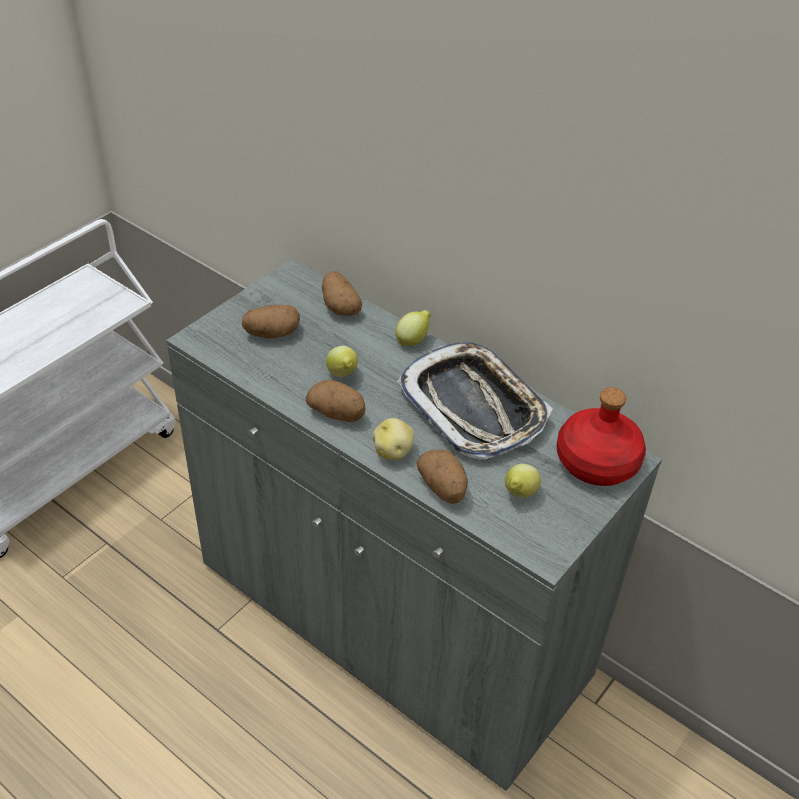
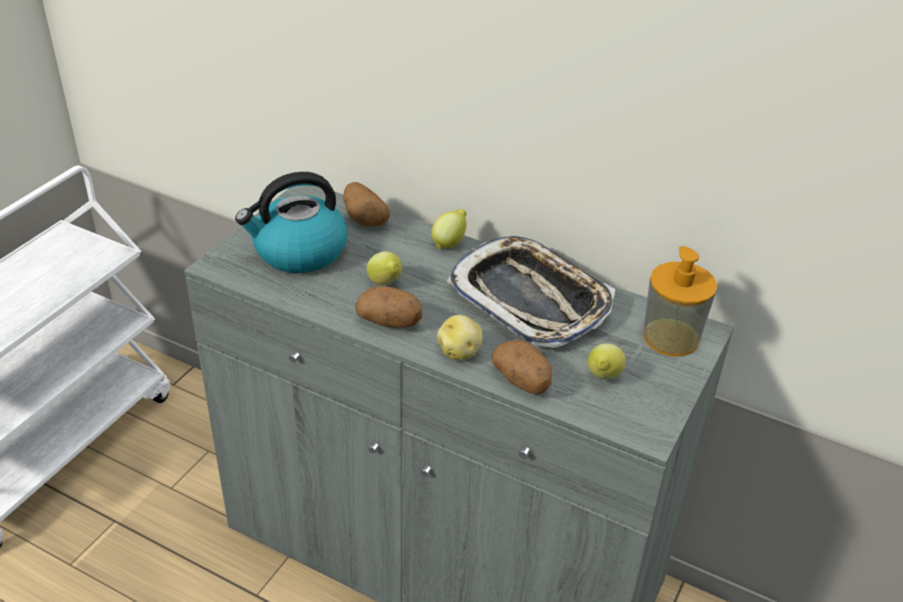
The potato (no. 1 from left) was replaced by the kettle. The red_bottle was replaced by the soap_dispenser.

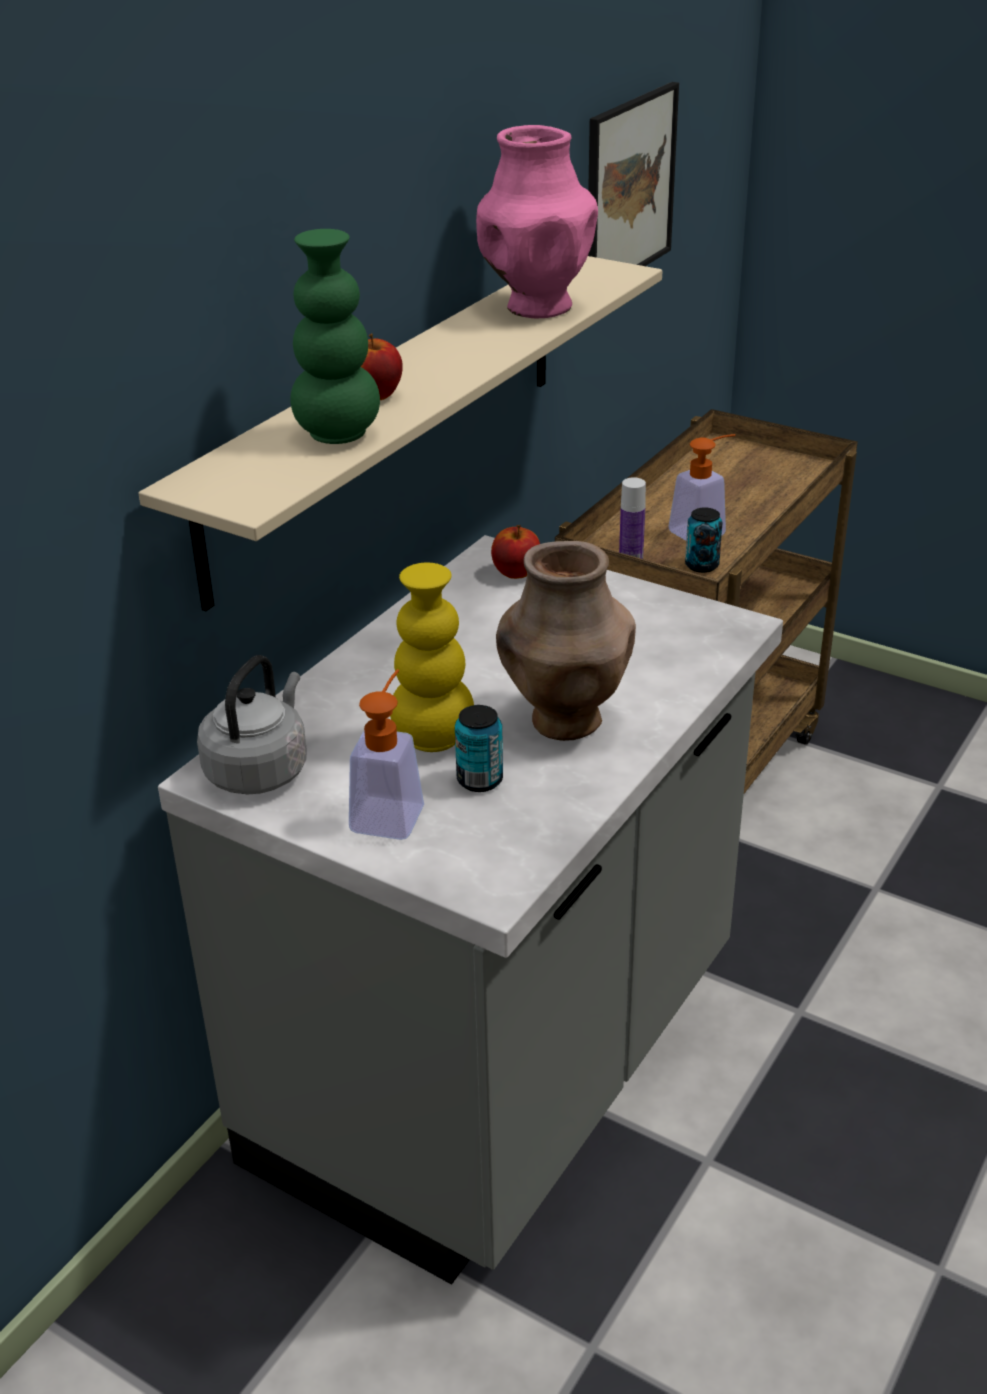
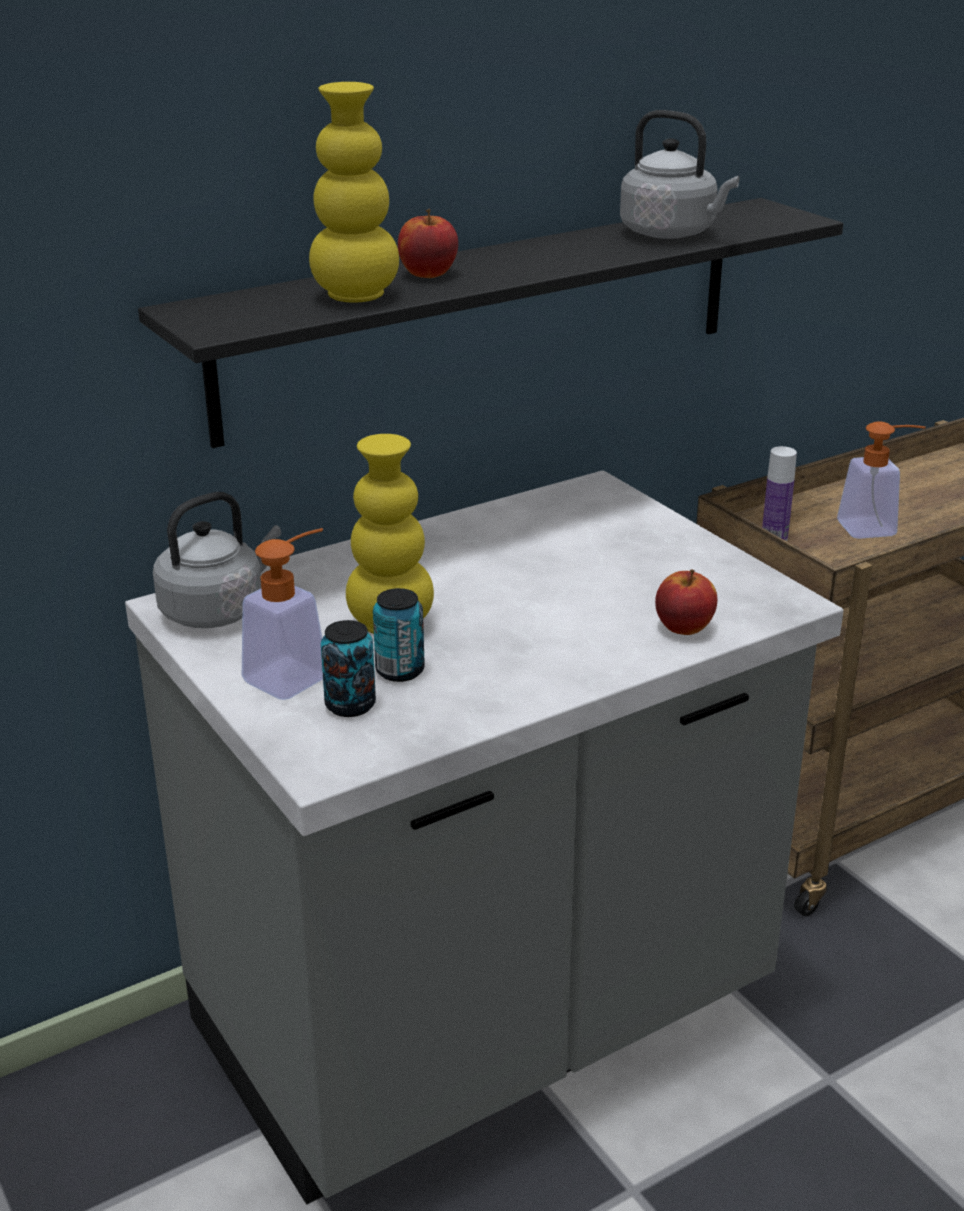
The beige_shelf became the black_shelf. The green_vase became the yellow_vase (no. 1 from left). The pink_vase was replaced by the grey_kettle (no. 2 from left). The apple (no. 2 from left) moved. The brown_vase disappeared. The picture disappeared. The can (no. 2 from left in the first image) moved.

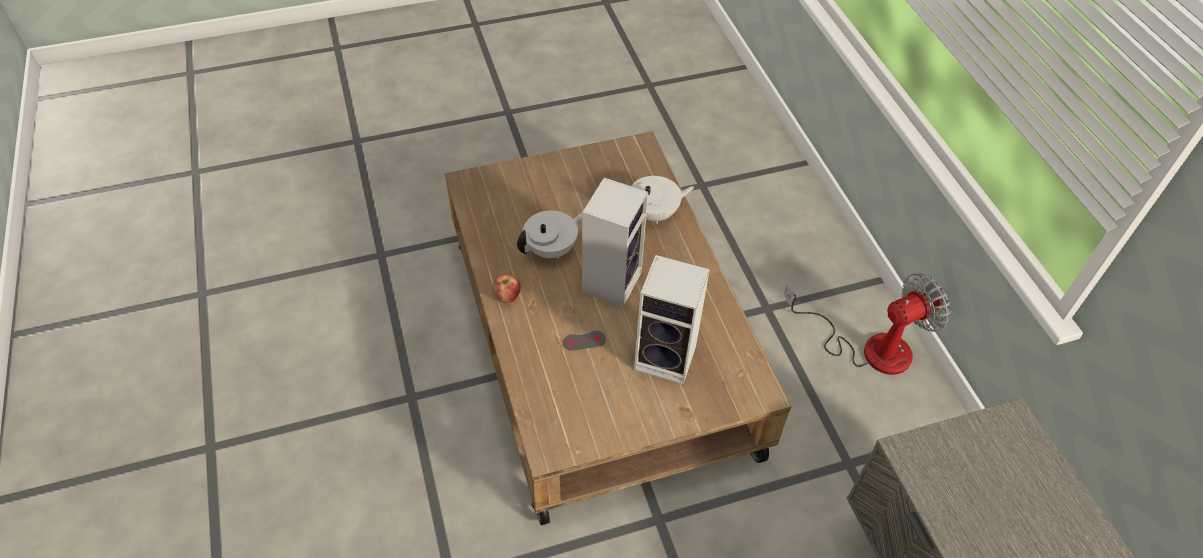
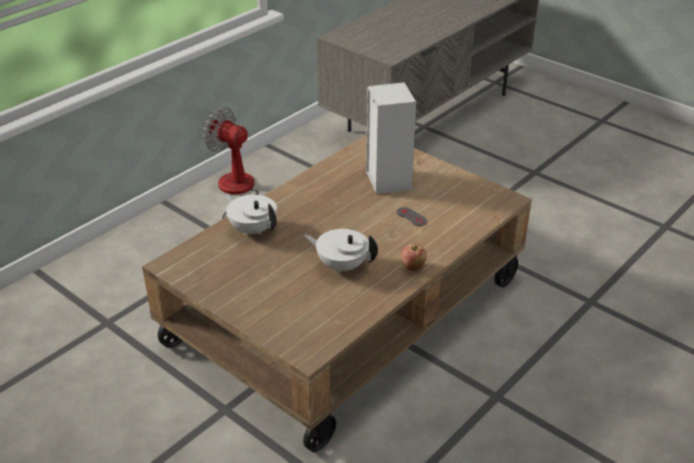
The speaker (no. 1 from left) disappeared.

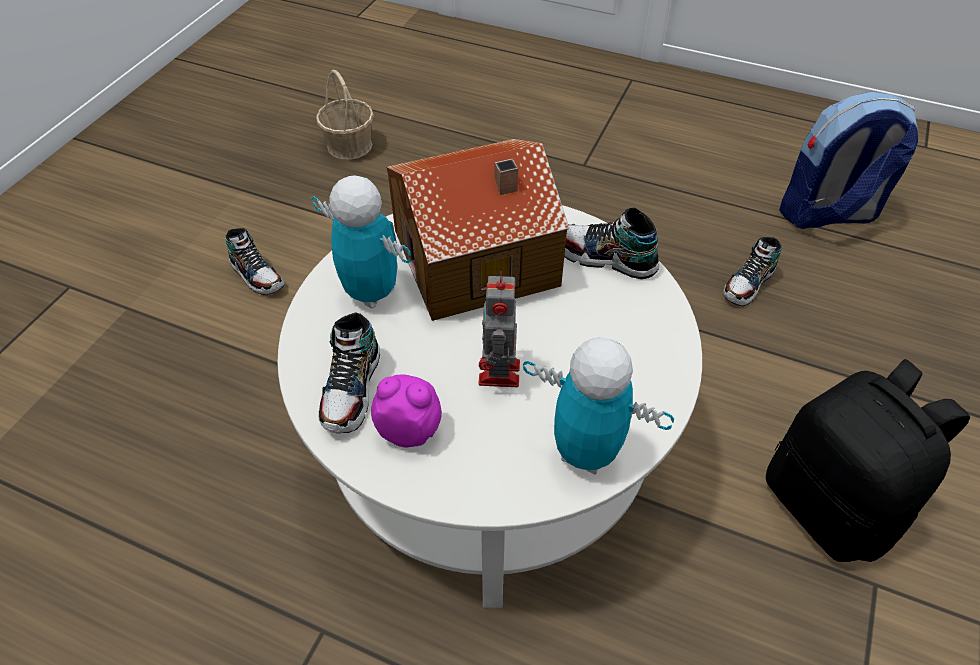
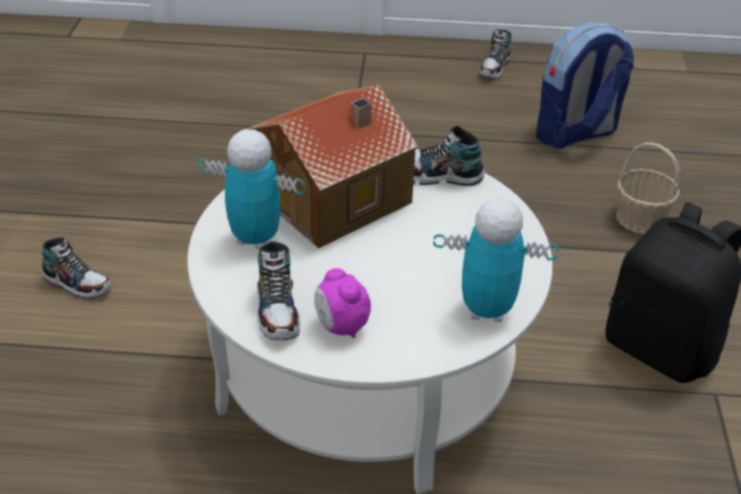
The basket moved. The alarm_clock turned 120 degrees counterclockwise. The toy_robot (no. 2 from left) disappeared. The shoe (no. 4 from left) moved.

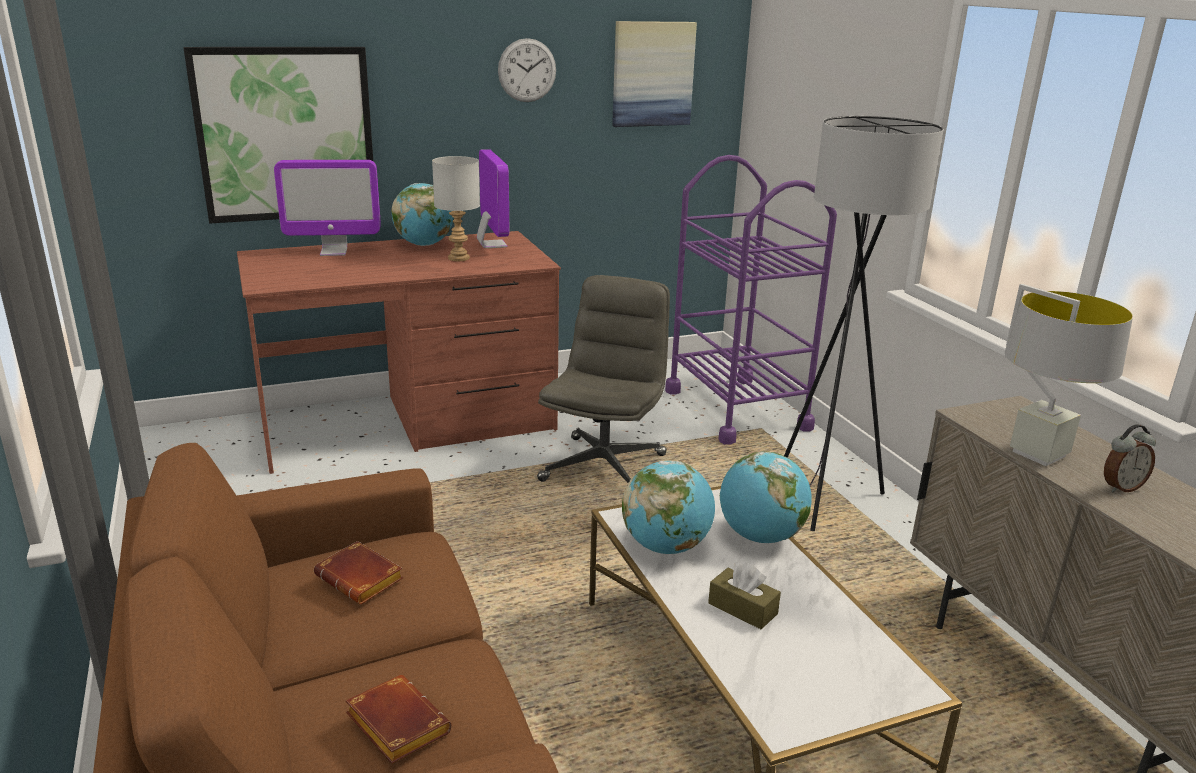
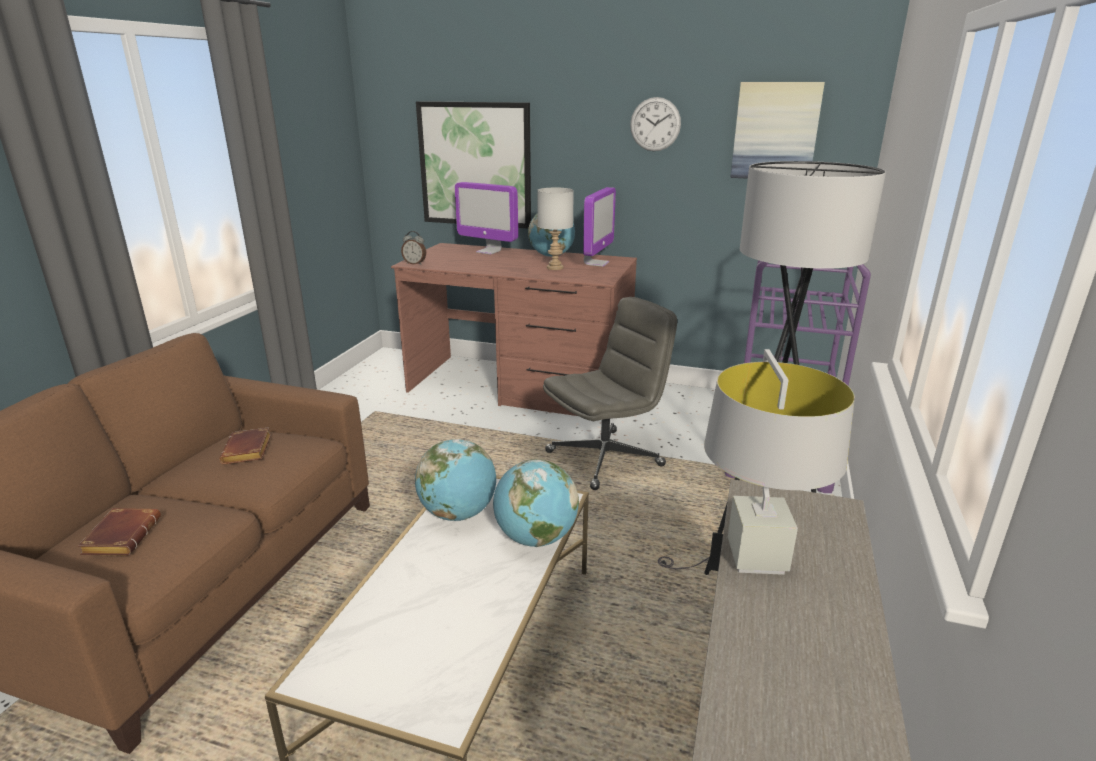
The brown_tissue_box disappeared. The alarm_clock moved.

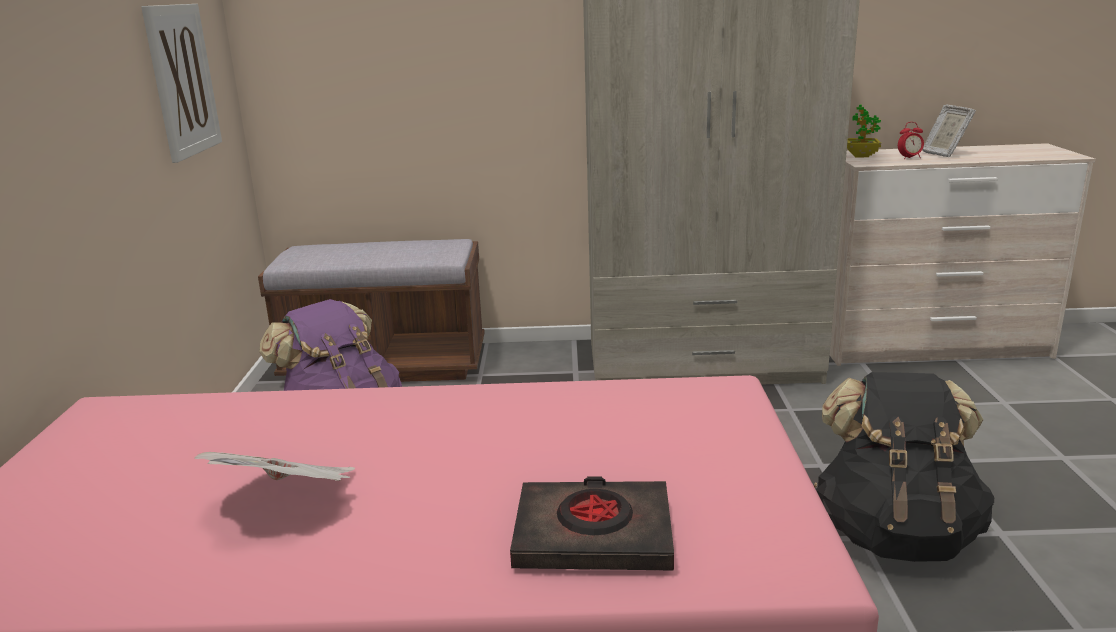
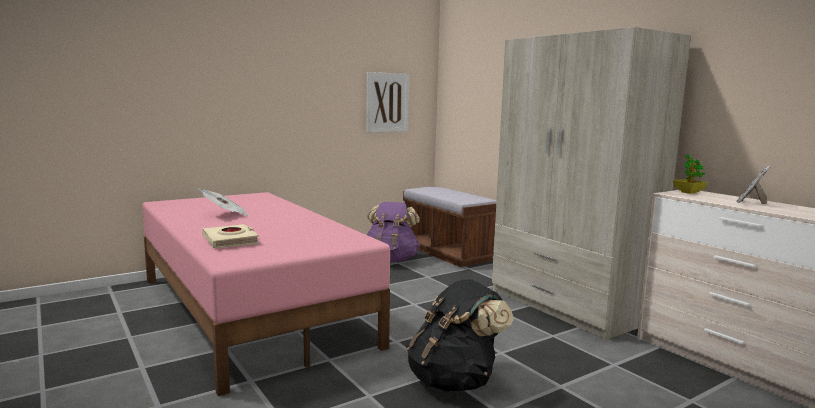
The black_book became the beige_book. The alarm_clock disappeared.

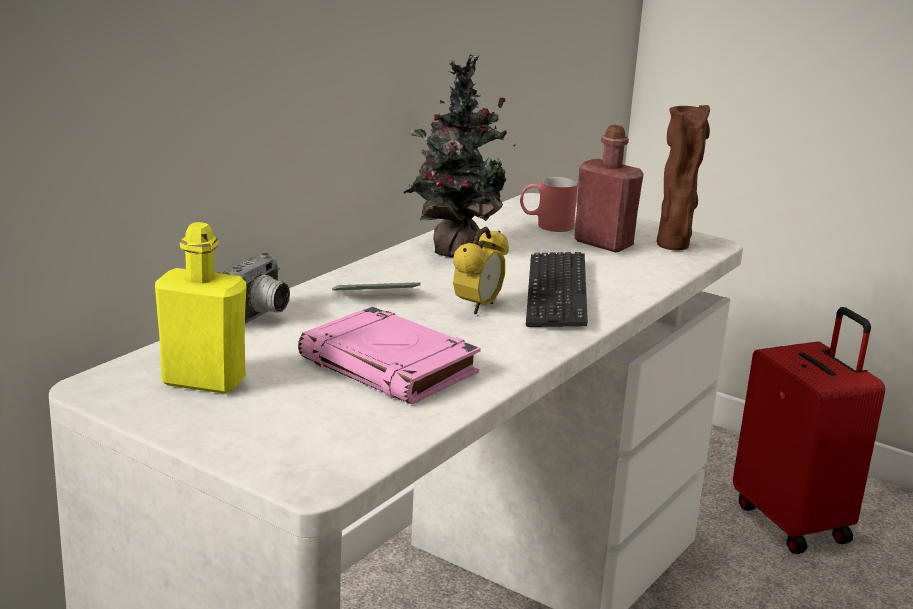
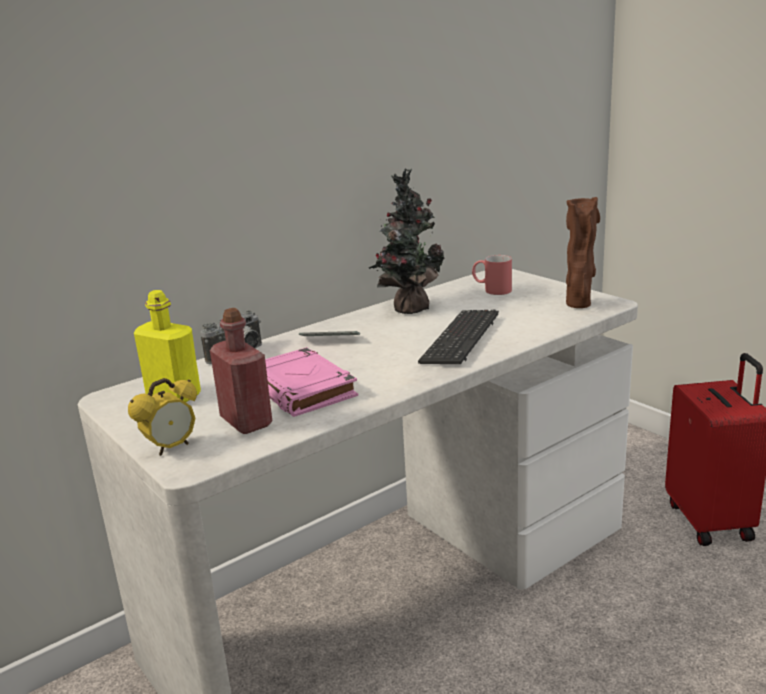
The alarm_clock moved. The red_bottle moved.

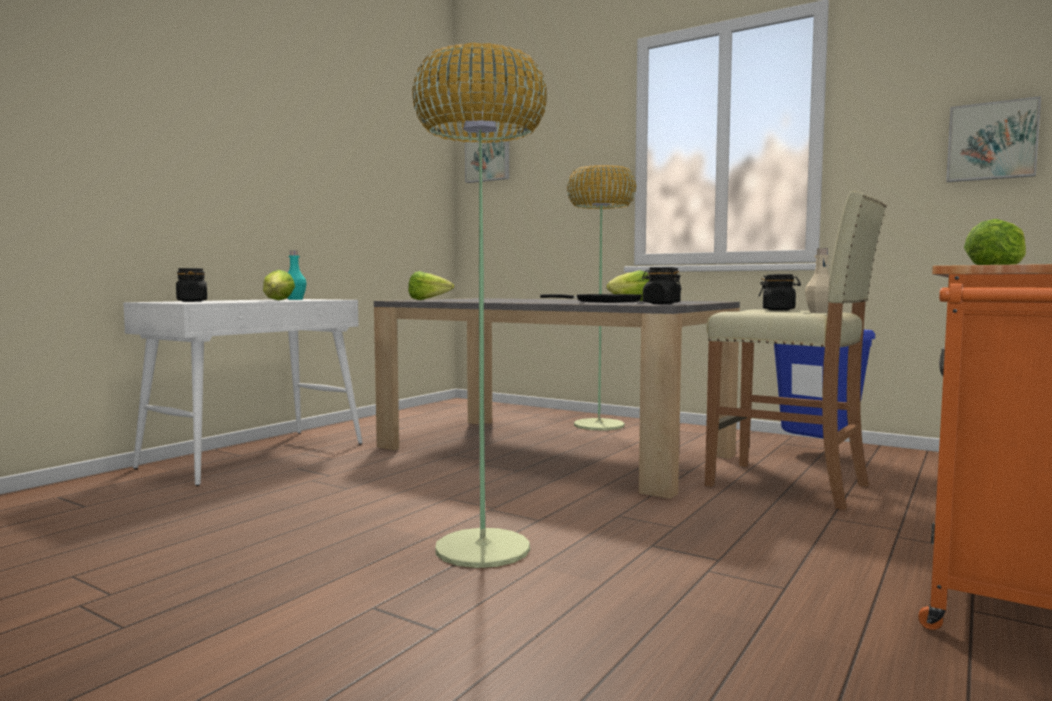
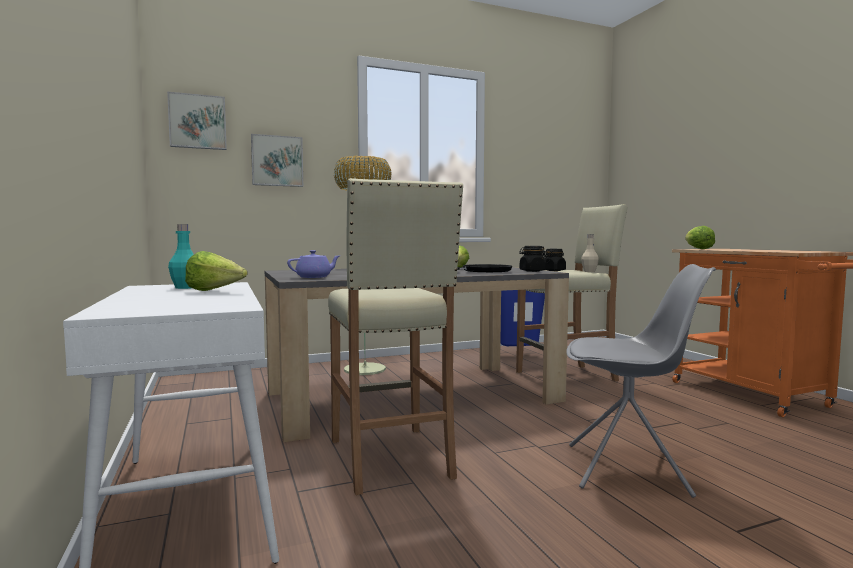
The black_jar (no. 1 from left) disappeared. The lettuce (no. 2 from left) was replaced by the purple_teapot. The floor_lamp (no. 1 from left) was replaced by the grey_chair. The picture (no. 2 from left) moved. The beige_stool (no. 1 from left) appeared.

